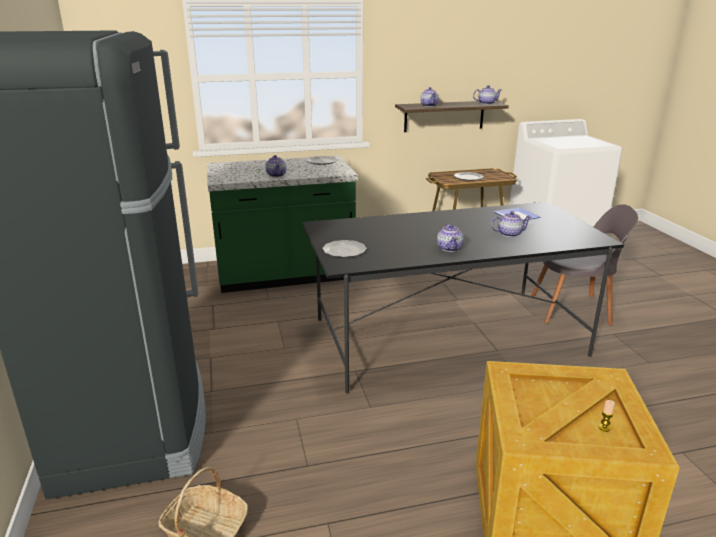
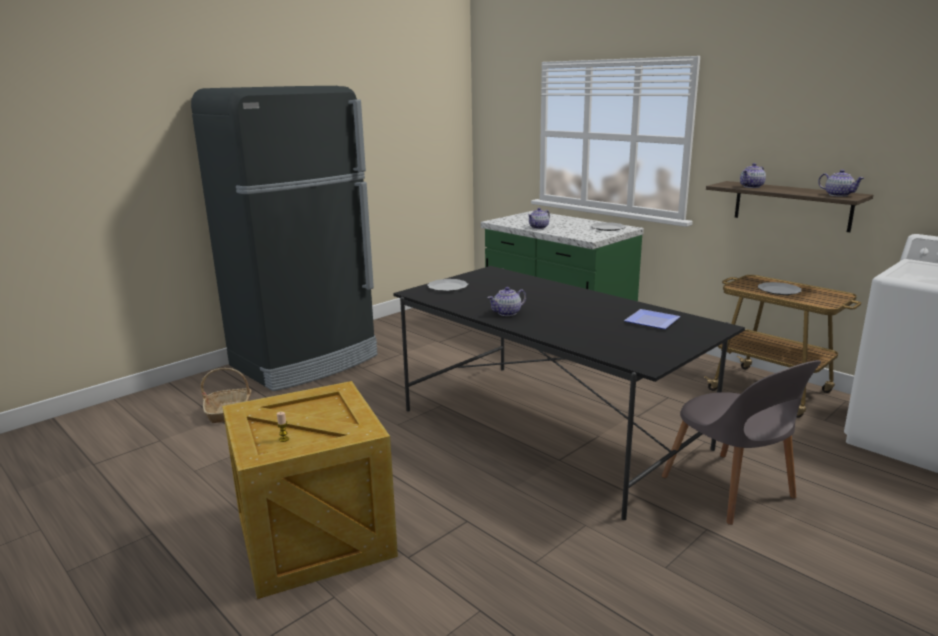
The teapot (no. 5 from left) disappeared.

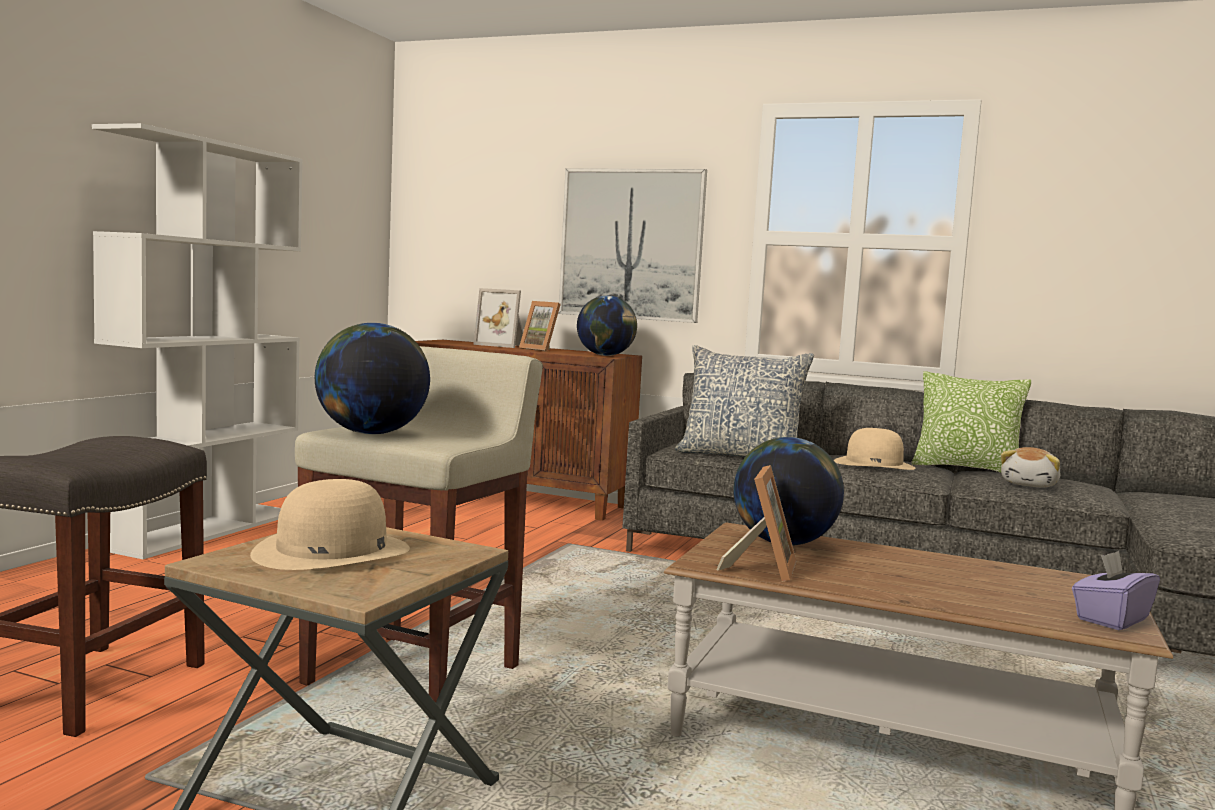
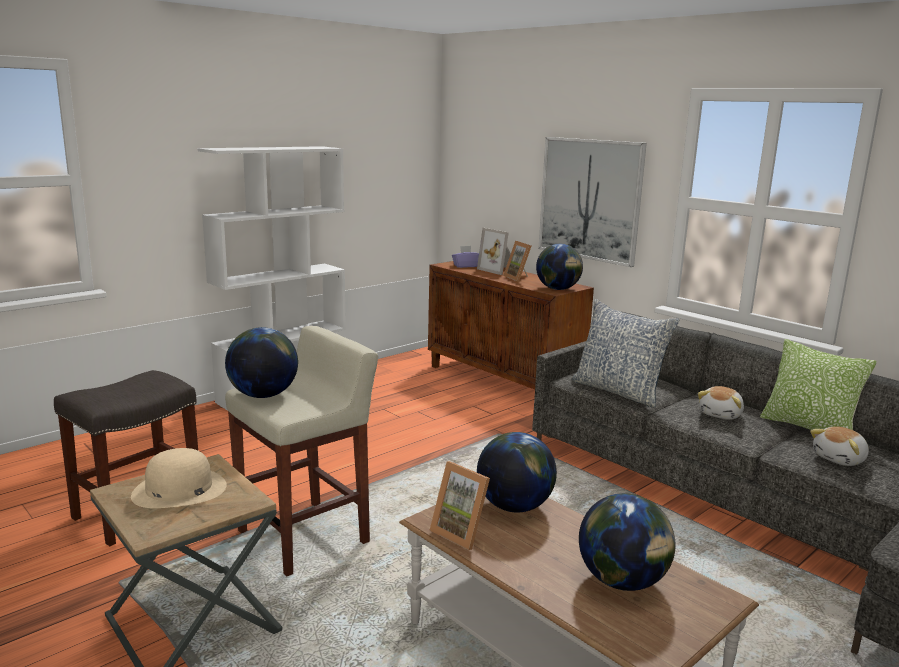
The picture_frame (no. 3 from left in the first image) turned 90 degrees clockwise. The beige_hat (no. 2 from left) was replaced by the plush_toy (no. 1 from left). The purple_tissue_box moved. The globe (no. 4 from left) appeared.

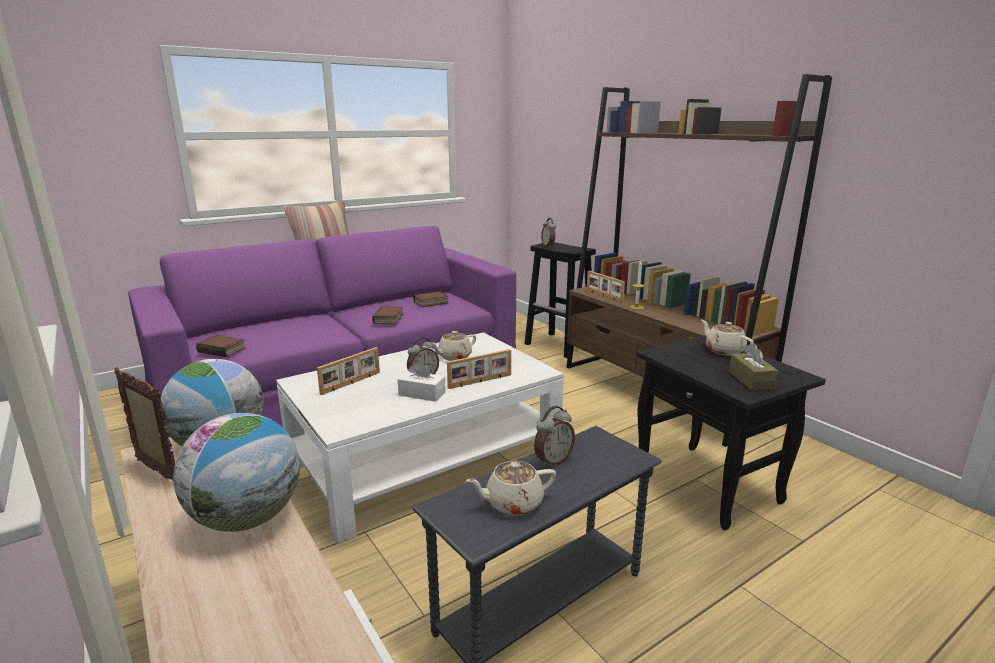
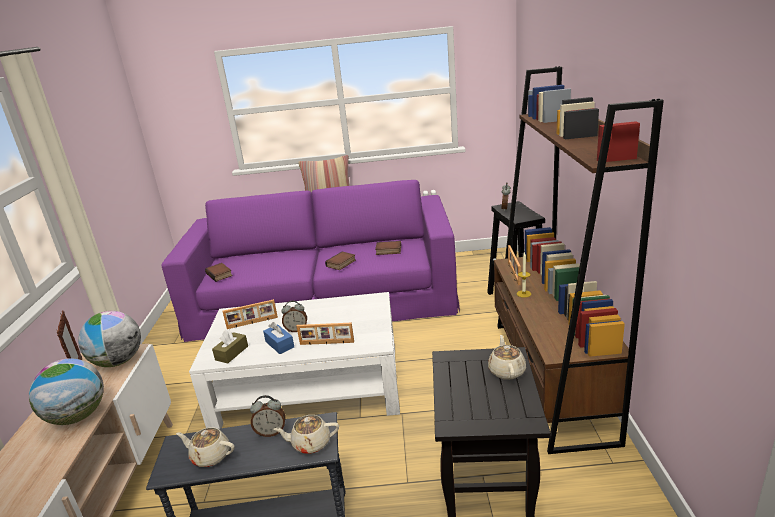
The white_tissue_box became the blue_tissue_box. The beige_teapot (no. 1 from left in the first image) moved. The brown_tissue_box moved.

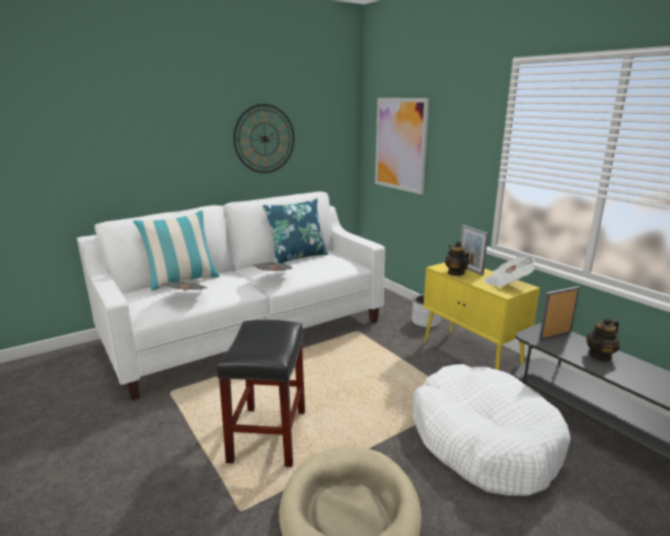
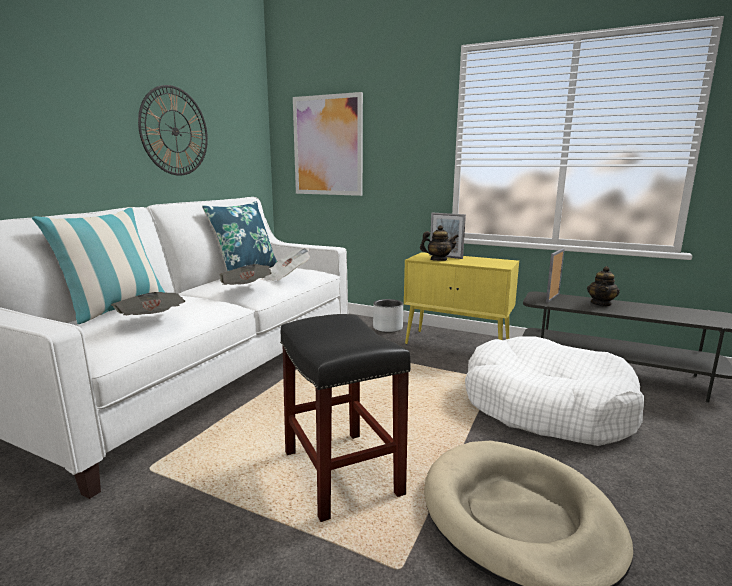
The teapot (no. 1 from left) turned 135 degrees clockwise. The newspaper (no. 3 from left) moved.

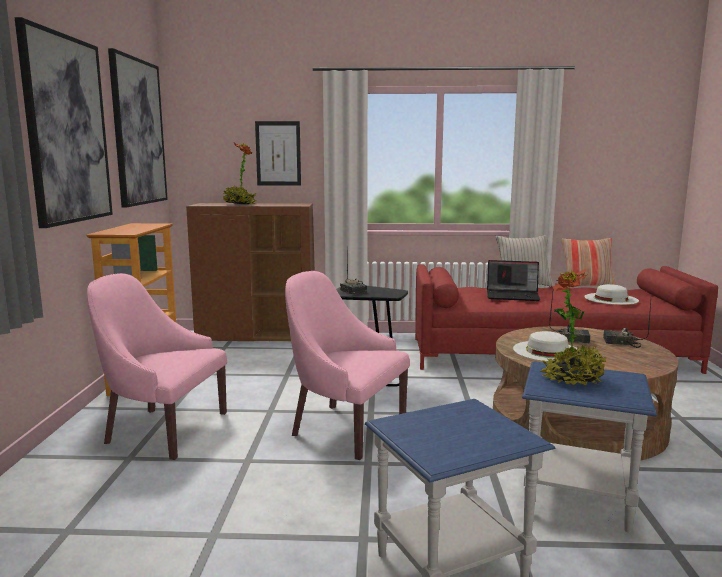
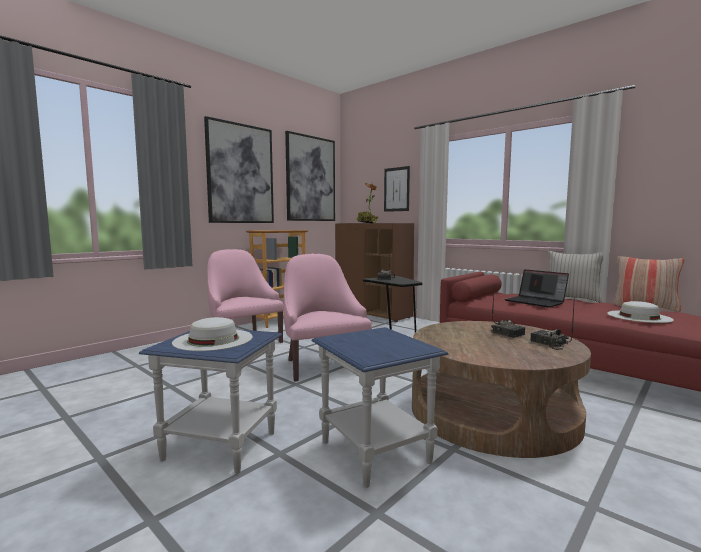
The white_hat (no. 1 from left) moved. The potted_plant (no. 2 from left) disappeared.

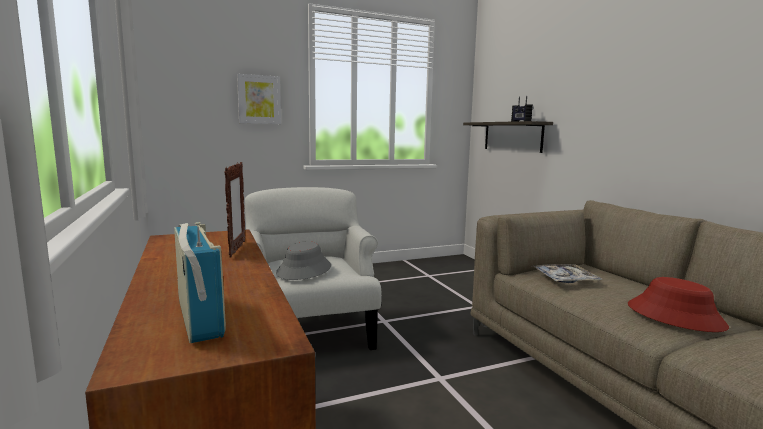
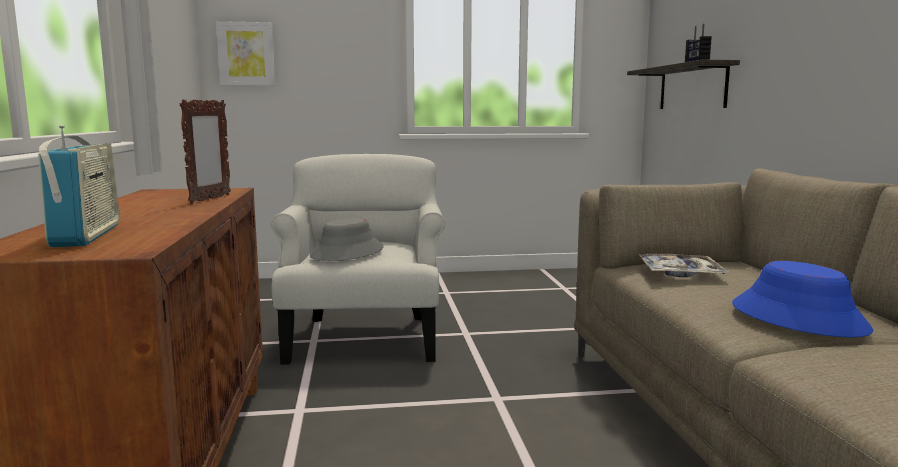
The picture moved. The red_hat became the blue_hat.

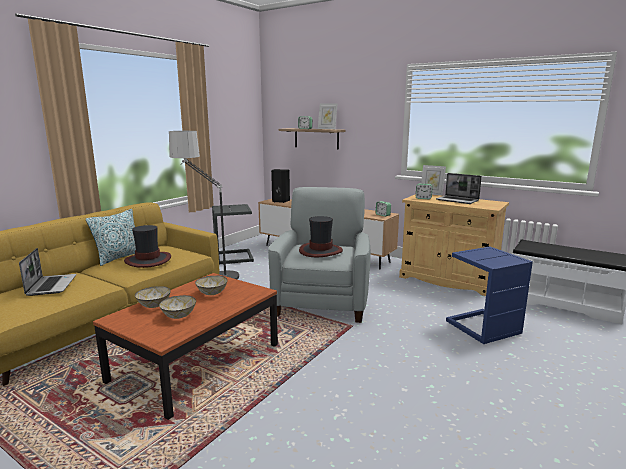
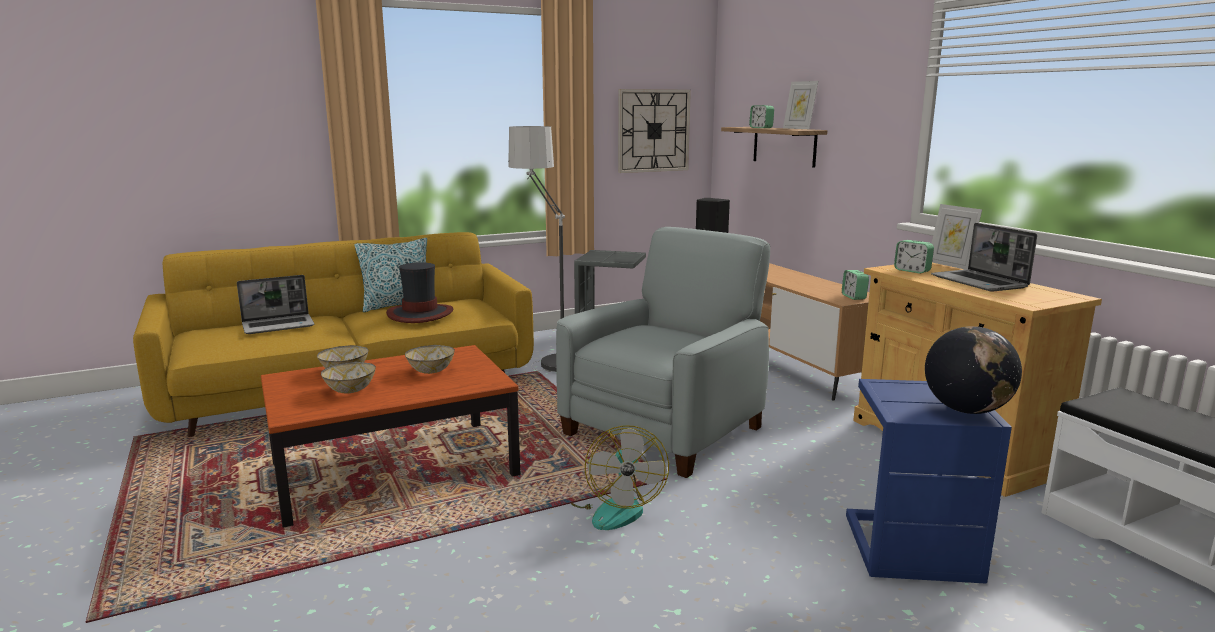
The laptop (no. 1 from left) turned 45 degrees clockwise. The hat (no. 2 from left) disappeared. The fan appeared. The wall_clock appeared. The globe appeared.

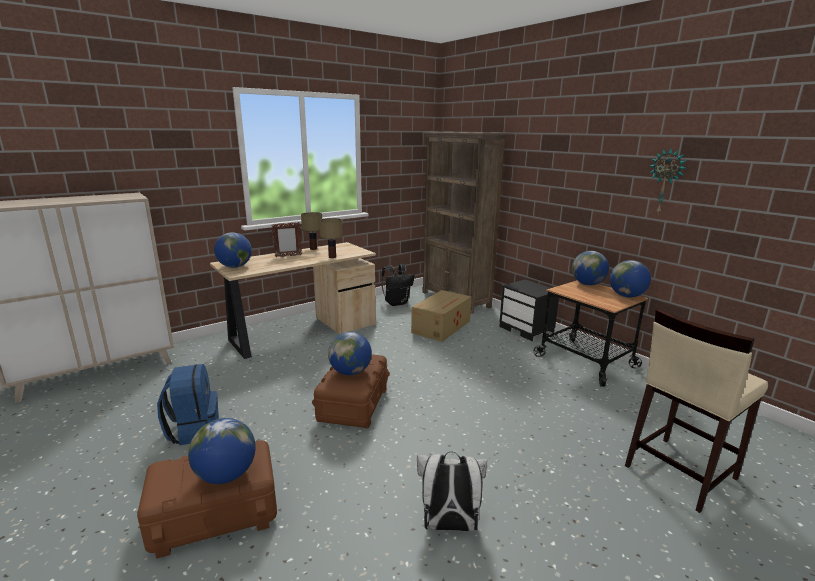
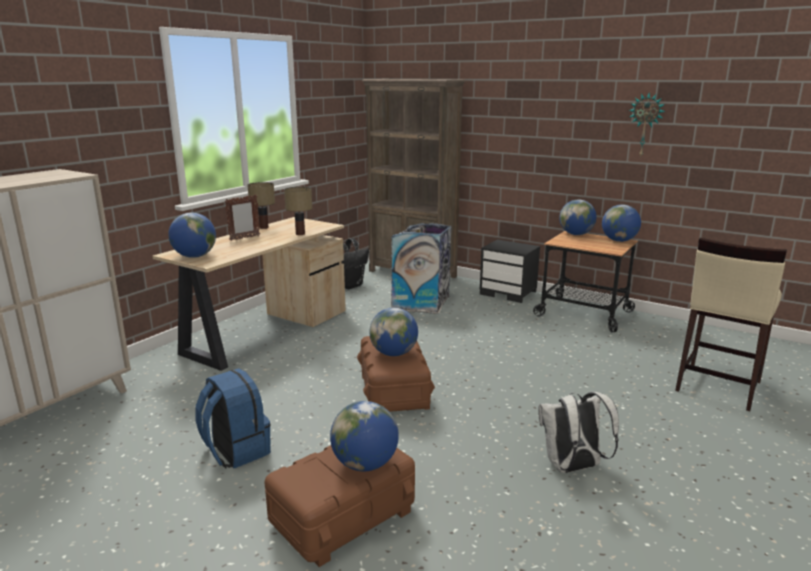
The cardboard_box was replaced by the trash_can.

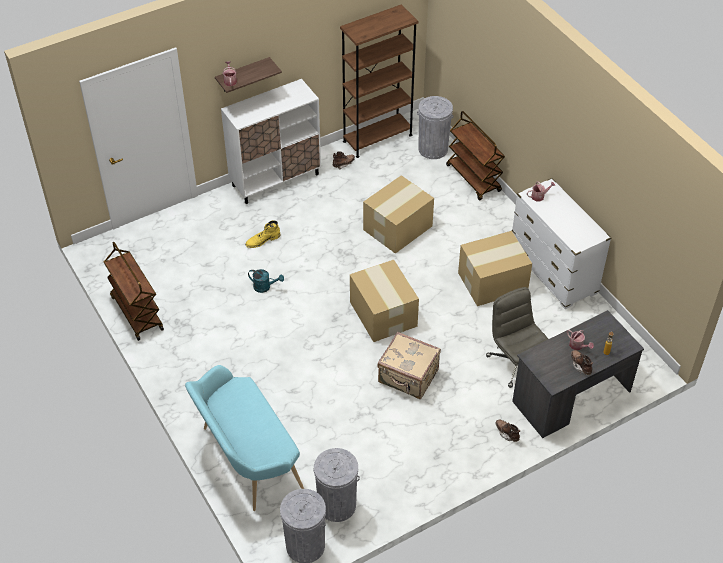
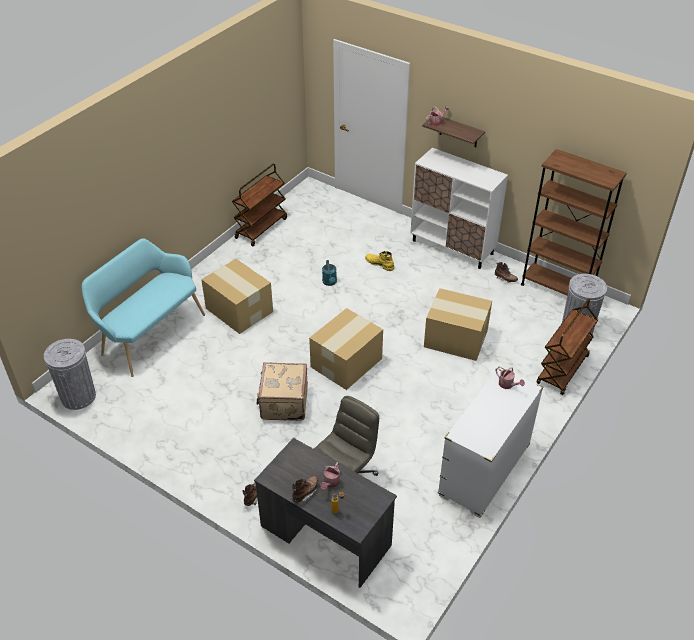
The grey_trash_can (no. 2 from left) disappeared. The cardboard_box (no. 3 from left in the first image) moved.

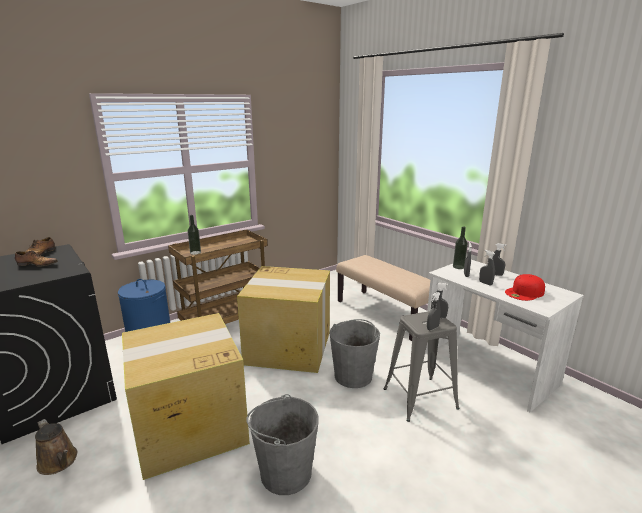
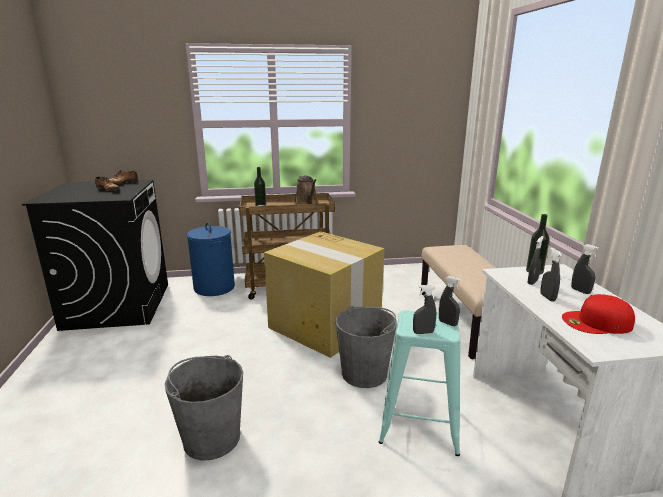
The brown_watering_can moved. The cardboard_box (no. 1 from left) disappeared. The grey_stool became the turquoise_stool.

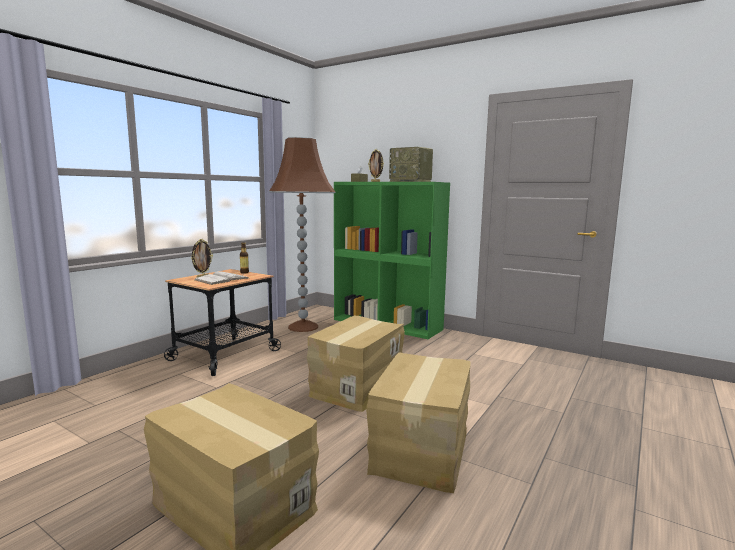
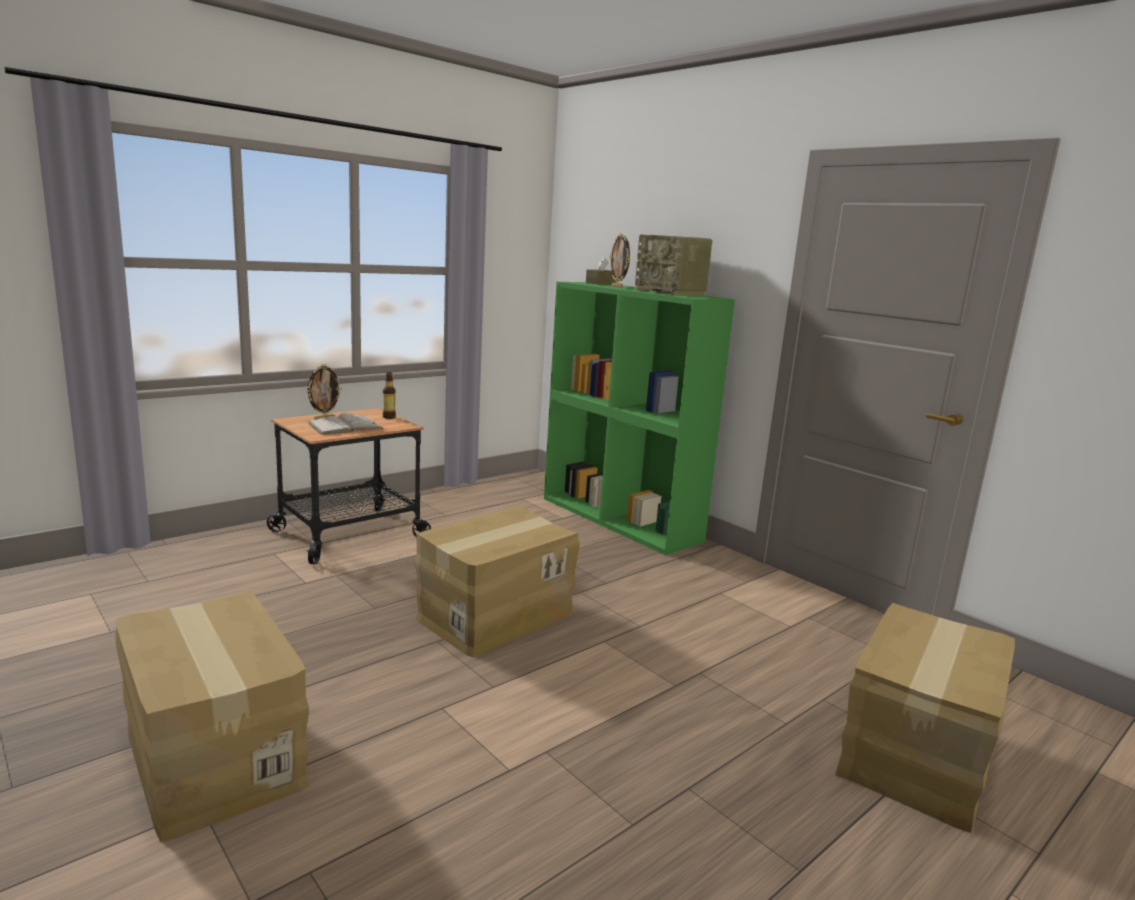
The brown_floor_lamp disappeared. The cardboard_box (no. 3 from left) moved.

